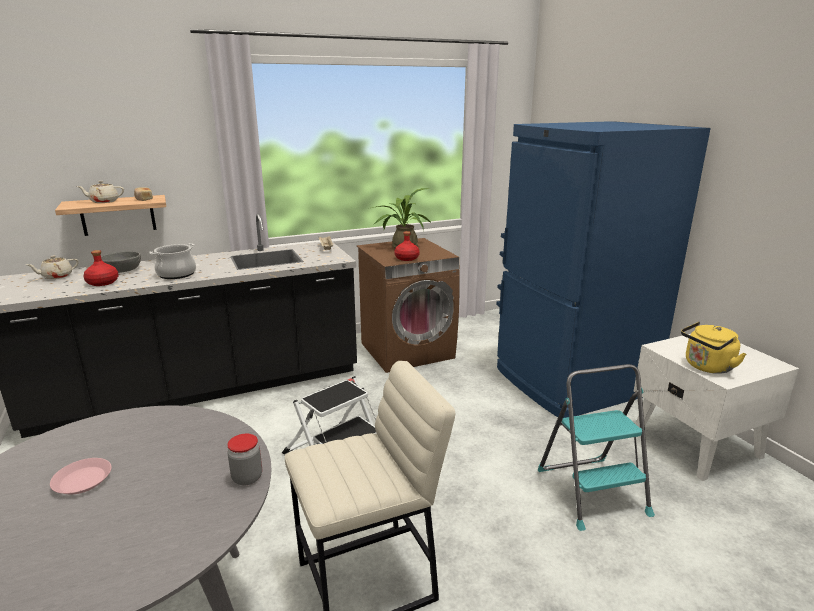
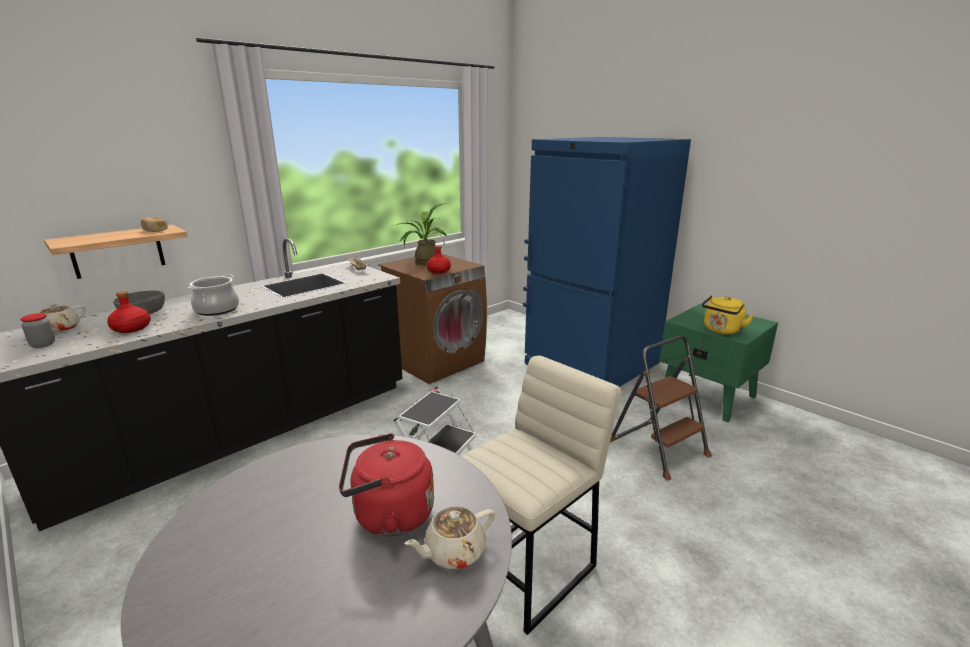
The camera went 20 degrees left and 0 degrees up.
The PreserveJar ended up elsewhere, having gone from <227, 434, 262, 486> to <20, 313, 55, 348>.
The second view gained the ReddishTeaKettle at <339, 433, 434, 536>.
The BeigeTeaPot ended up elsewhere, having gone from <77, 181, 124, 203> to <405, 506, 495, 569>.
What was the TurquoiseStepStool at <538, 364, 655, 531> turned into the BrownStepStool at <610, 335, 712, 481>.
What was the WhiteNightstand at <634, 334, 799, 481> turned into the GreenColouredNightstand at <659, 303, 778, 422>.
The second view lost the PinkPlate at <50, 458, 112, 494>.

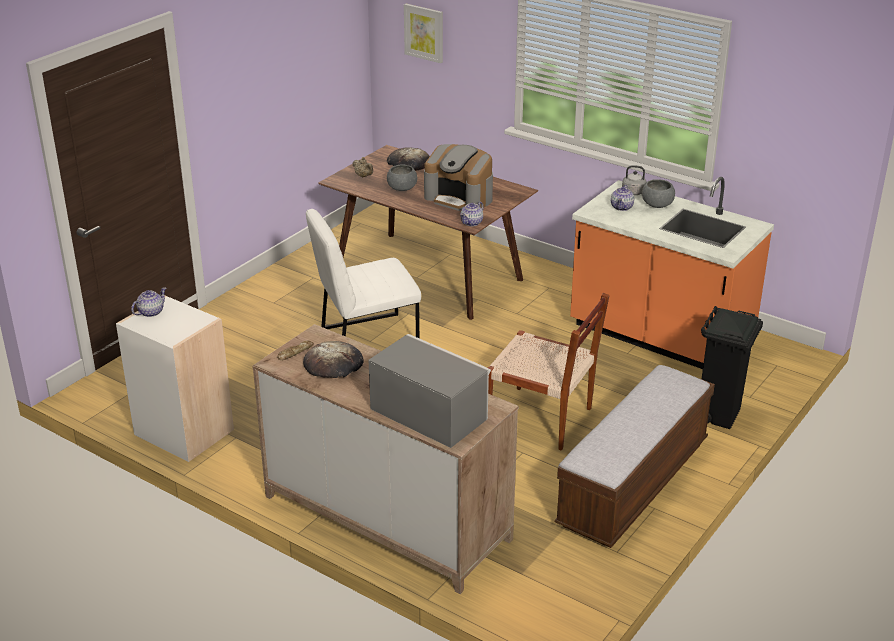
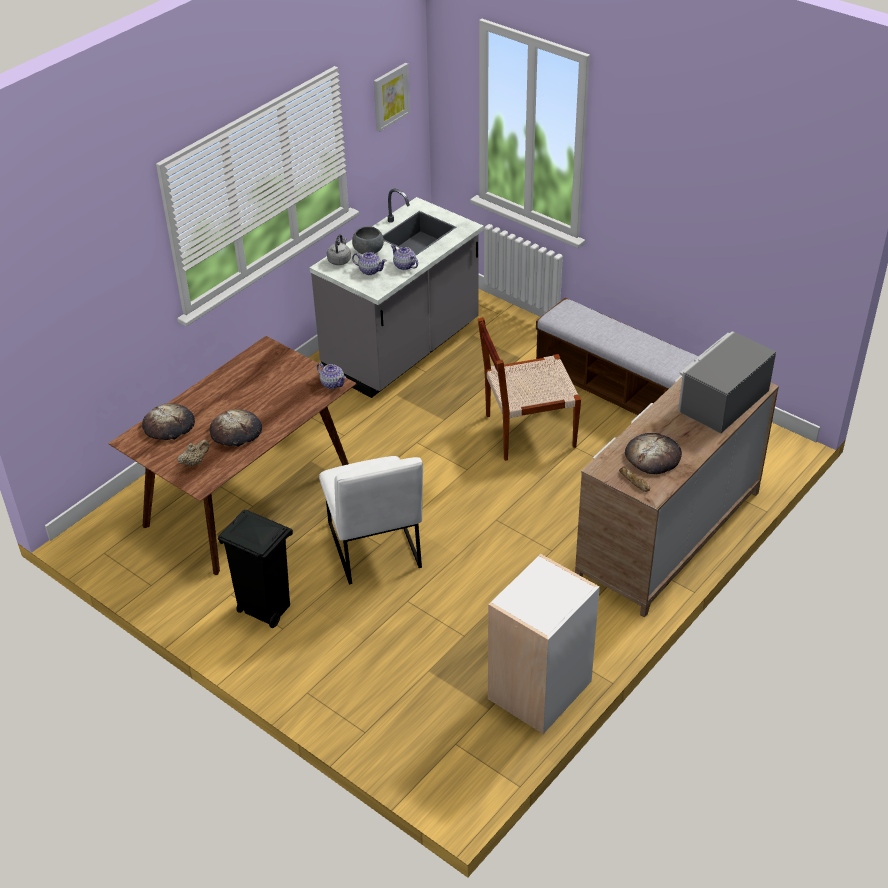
The camera went 85 degrees left and 10 degrees up.
Where the GreyDeepDish stood at <387, 164, 417, 191>, the BakedBread came to stand at <209, 409, 262, 447>.
The BlackishWasteBin ended up elsewhere, having gone from <701, 306, 763, 429> to <218, 510, 293, 628>.
What was the OrangeyCounter at <570, 177, 774, 369> turned into the GreyCounter at <310, 189, 484, 398>.
The Picture ended up elsewhere, having gone from <404, 4, 443, 63> to <374, 63, 410, 132>.
The TeaPot ended up elsewhere, having gone from <131, 287, 166, 317> to <391, 245, 418, 270>.
The UprightChair at <487, 293, 610, 451> ended up facing another way, 135 degrees counterclockwise from before.
The second view lost the CoffeeMachine at <424, 144, 493, 211>.

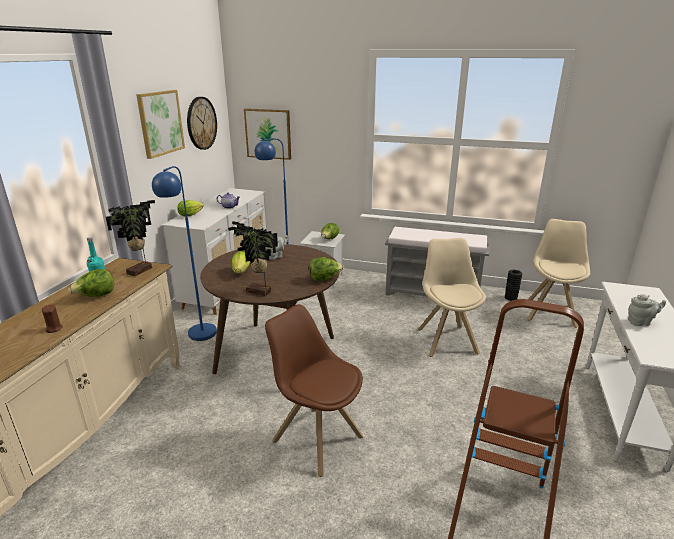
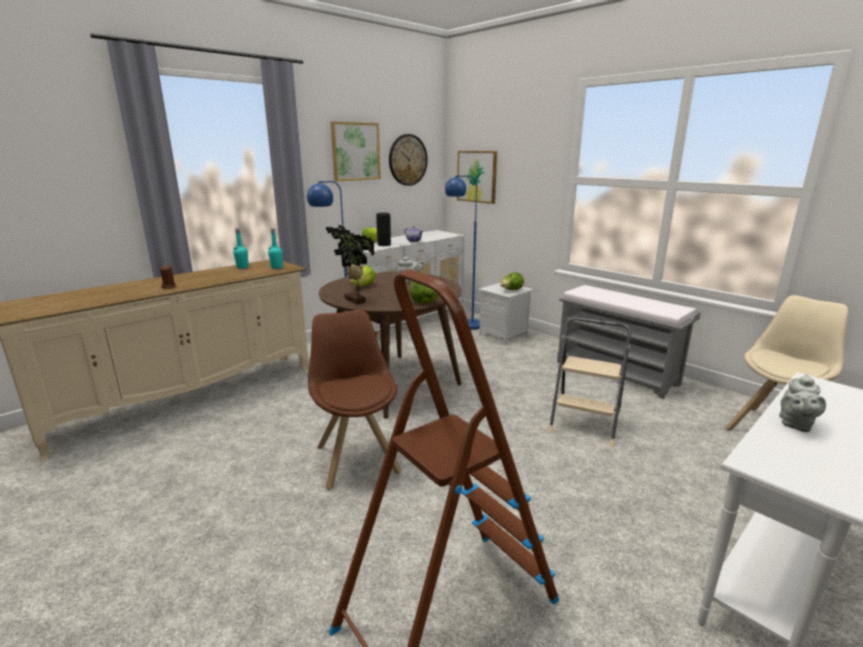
The camera went 30 degrees right and 5 degrees down.
Where the PottedPlant stood at <106, 200, 155, 276>, the TurquoiseDrinkBottle came to stand at <268, 228, 283, 269>.
The BlackishDecorativeVase ended up elsewhere, having gone from <505, 270, 522, 301> to <376, 213, 391, 246>.
Where the BeigeUprightChair stood at <418, 238, 486, 357>, the BeigeStepStool came to stand at <547, 317, 631, 447>.
The GreyTeaPot at <628, 294, 666, 326> ended up facing another way, 90 degrees clockwise from before.
The second view lost the LettuceHead at <68, 269, 114, 297>.

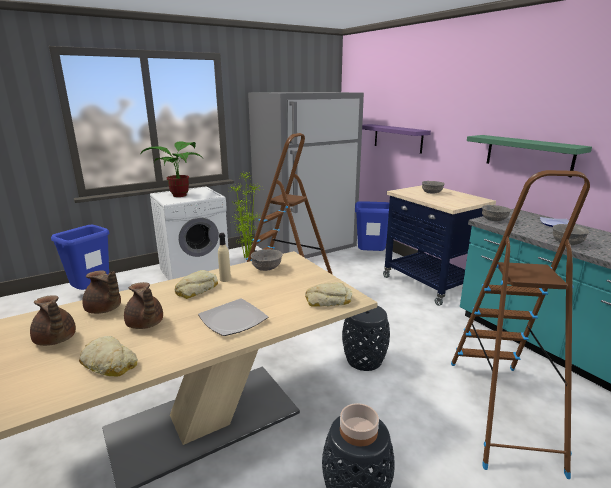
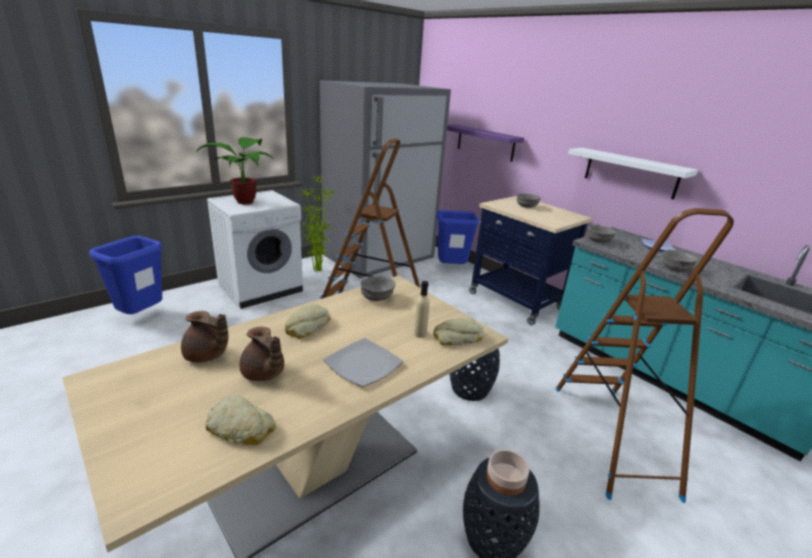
The camera went 10 degrees left and 5 degrees up.
The BeigeDrinkBottle ended up elsewhere, having gone from <218, 233, 231, 282> to <414, 281, 430, 338>.
What was the GreenColouredShelf at <467, 135, 592, 177> turned into the WhiteShelf at <568, 148, 698, 199>.
The second view lost the BrownTeaPot at <30, 295, 76, 346>.

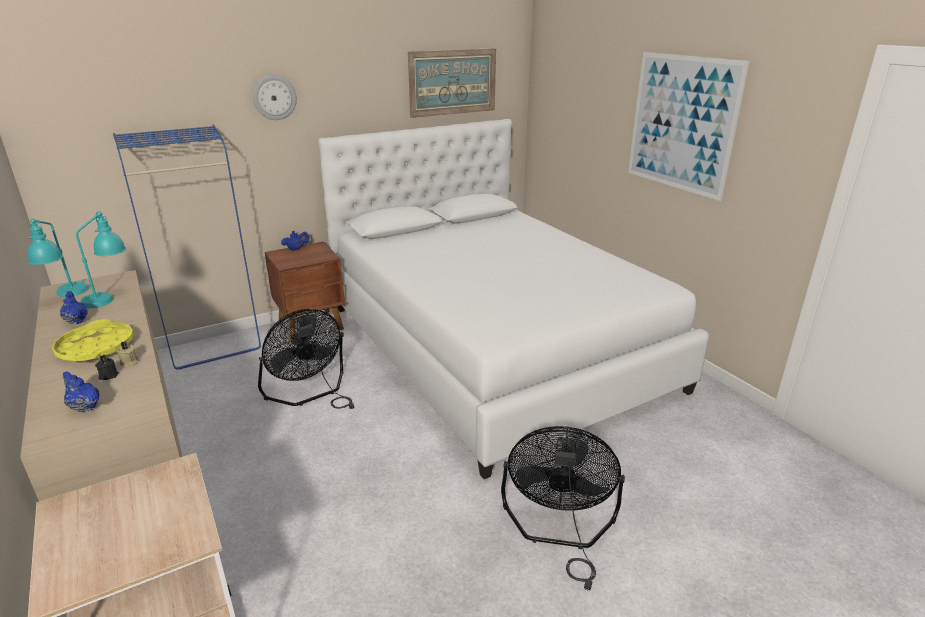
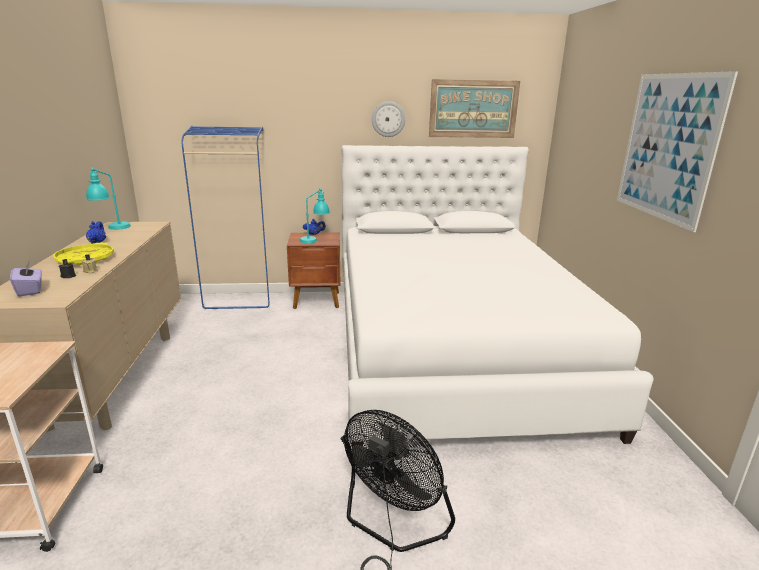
The camera went 25 degrees right and 5 degrees down.
Where the BluishTeaPot stood at <63, 371, 100, 412>, the PurpleColouredBoxOfTissues came to stand at <10, 263, 42, 297>.
The TurquoiseTabletopLamp ended up elsewhere, having gone from <76, 211, 126, 308> to <300, 189, 330, 243>.
The HangingClock ended up elsewhere, having gone from <253, 75, 297, 120> to <372, 101, 406, 137>.
The second view lost the BlackishElectricFan at <258, 309, 354, 409>.

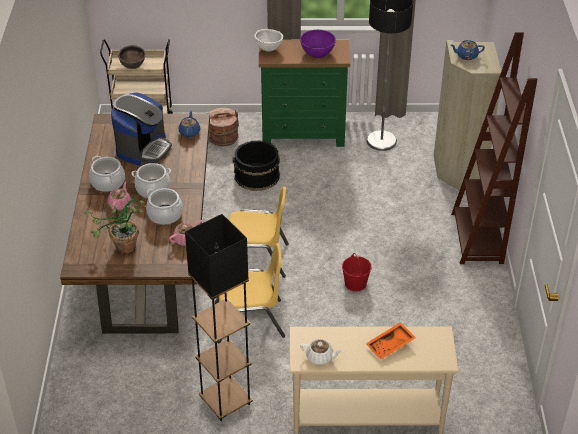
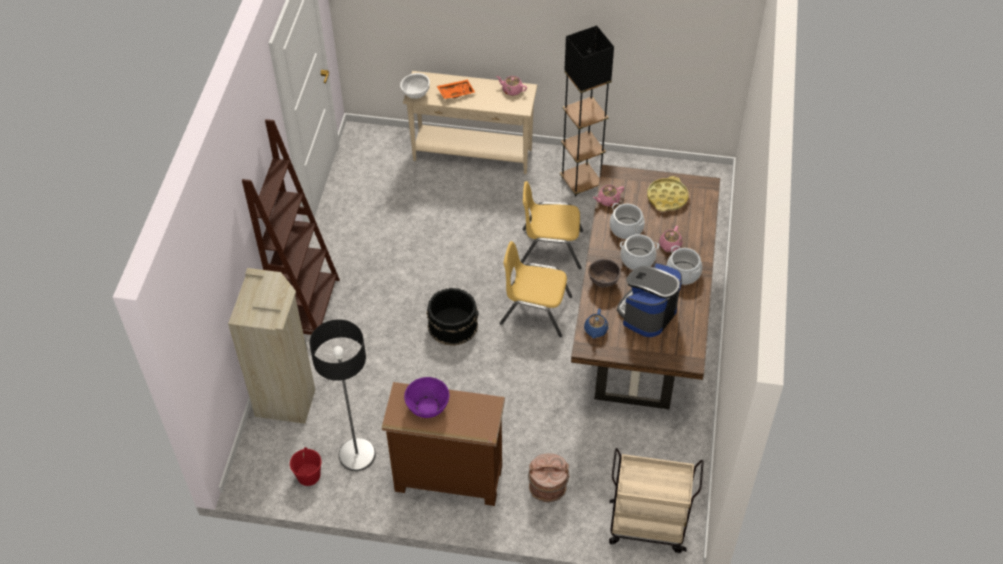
The camera went 170 degrees left and 10 degrees up.
The ReddishBucket ended up elsewhere, having gone from <342, 253, 372, 291> to <290, 447, 321, 486>.
What was the GreenColouredDresser at <258, 39, 351, 147> turned into the BrownDresser at <382, 382, 505, 506>.
The WhiteDeepDish ended up elsewhere, having gone from <255, 29, 283, 52> to <400, 73, 430, 99>.
The BlackishBucket ended up elsewhere, having gone from <233, 141, 280, 191> to <427, 288, 479, 346>.
What was the WhiteTeaPot at <300, 339, 343, 365> turned into the PinkTeaPot at <496, 76, 527, 96>.
The BrownDeepDish ended up elsewhere, having gone from <118, 45, 146, 69> to <588, 259, 621, 288>.
Where the PottedPlant stood at <84, 197, 147, 253>, the YellowColouredServingTray came to stand at <647, 176, 689, 212>.
The second view lost the BluishTeaPot at <451, 40, 485, 60>.

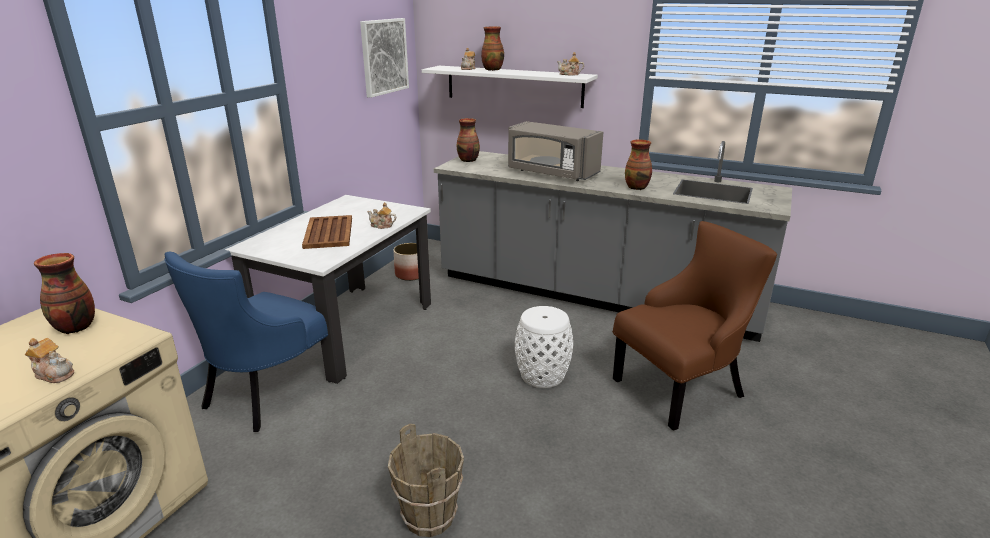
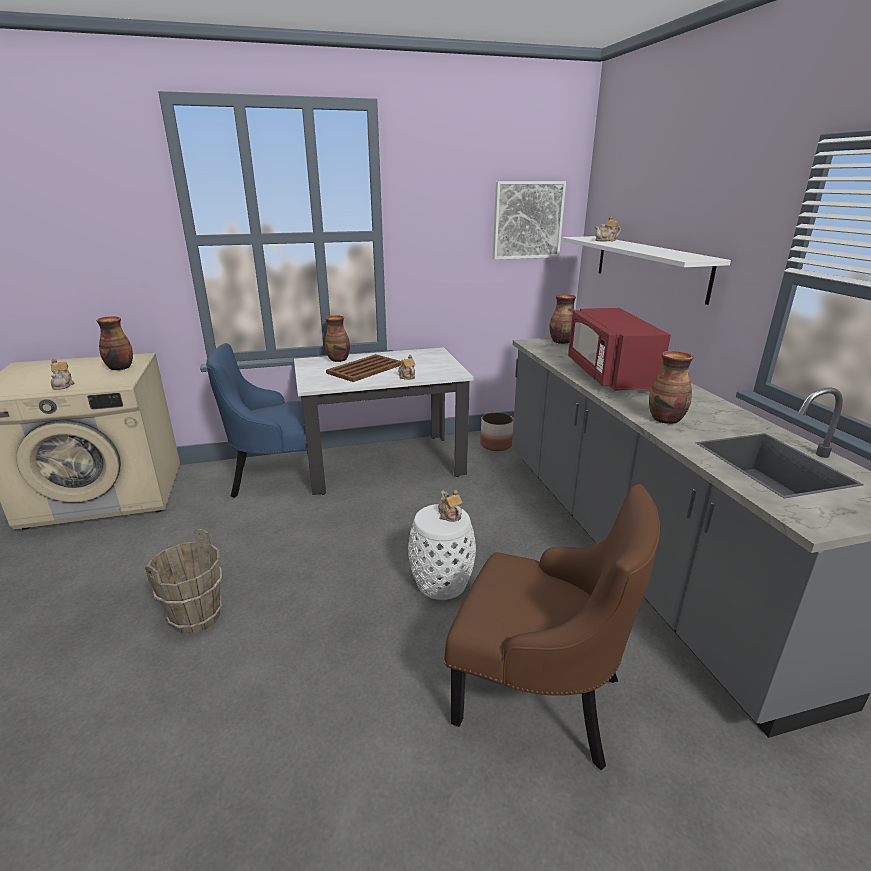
The camera went 50 degrees right and 0 degrees up.
The DecorativeVase ended up elsewhere, having gone from <481, 26, 504, 71> to <325, 315, 350, 362>.
The TeaPot ended up elsewhere, having gone from <557, 52, 584, 76> to <438, 490, 463, 522>.
What was the GreyMicrowave at <508, 121, 603, 181> turned into the ReddishMicrowave at <568, 308, 671, 391>.

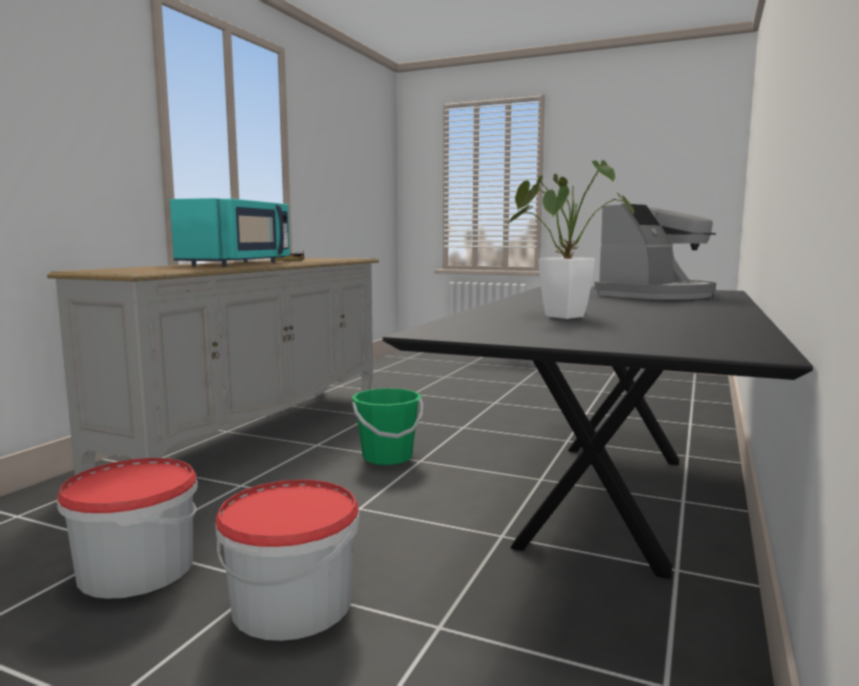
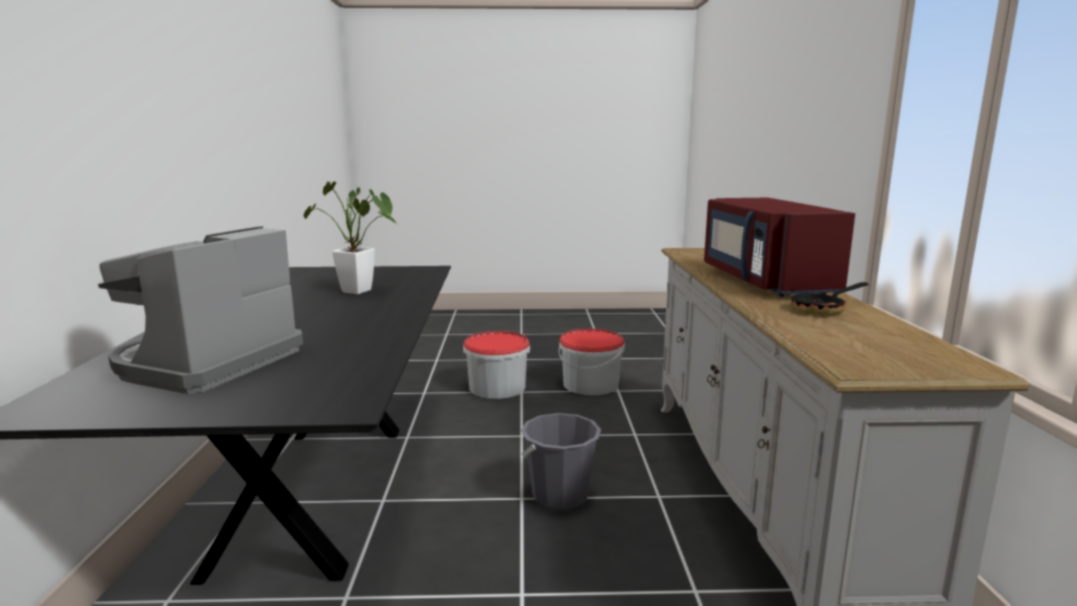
The camera went 155 degrees right and 5 degrees up.
What was the GreenColouredBucket at <352, 388, 423, 465> turned into the GreyBucket at <521, 413, 601, 509>.
What was the TurquoiseMicrowave at <170, 198, 290, 266> turned into the ReddishMicrowave at <704, 198, 855, 297>.

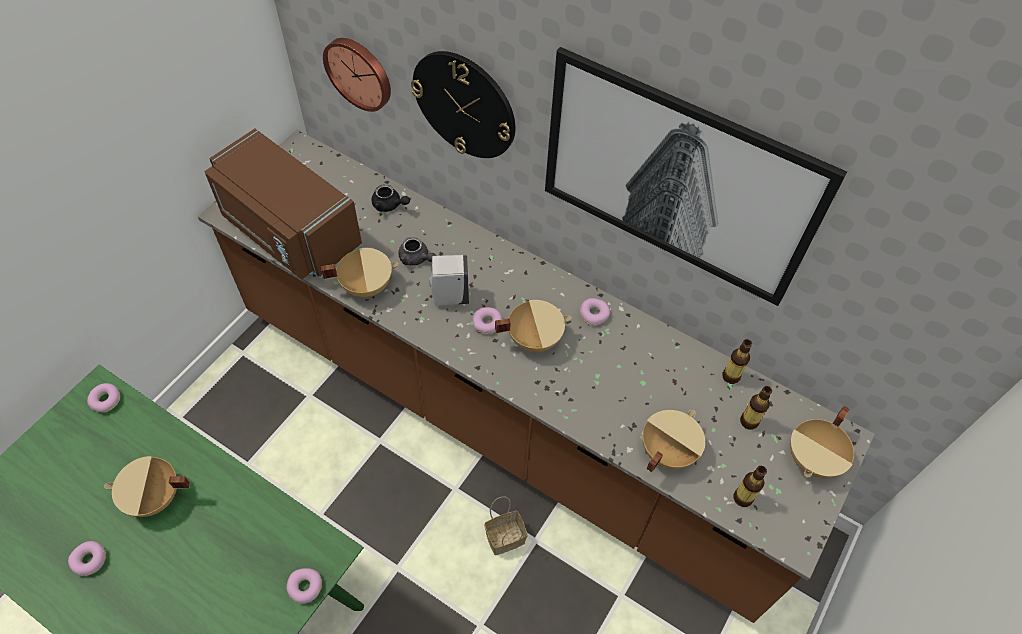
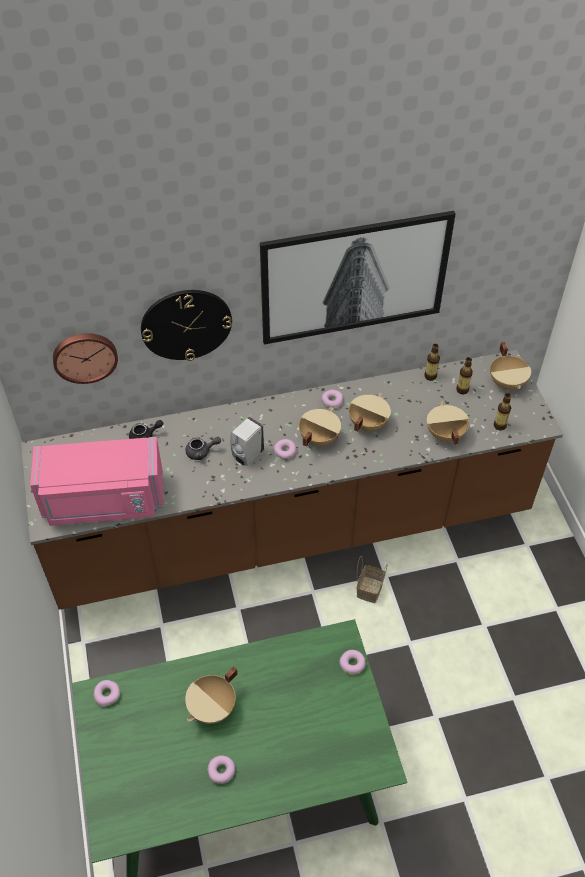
The camera went 45 degrees left and 5 degrees down.
What was the BrownMicrowave at <205, 128, 362, 280> turned into the PinkMicrowave at <30, 437, 164, 526>.
The BeigeStockpot ended up elsewhere, having gone from <321, 248, 399, 297> to <349, 393, 391, 432>.

